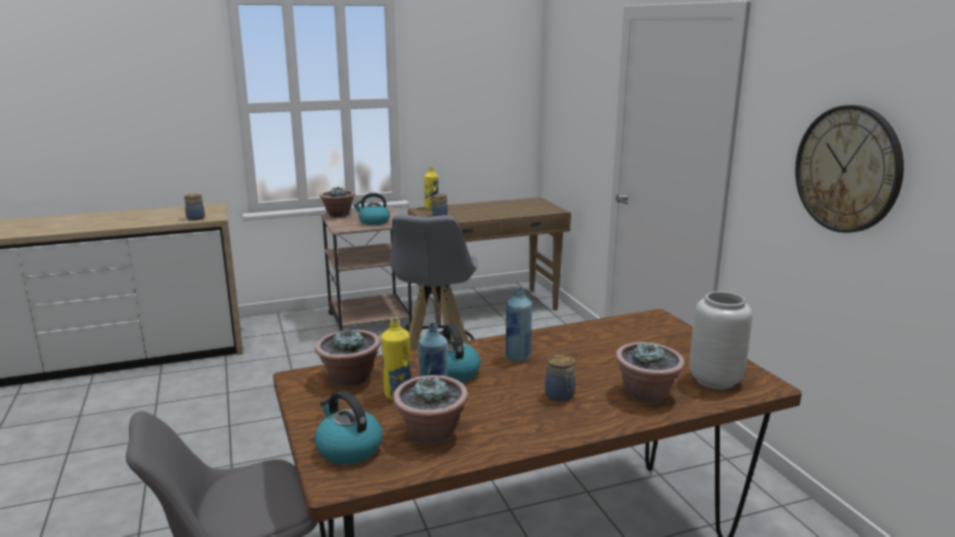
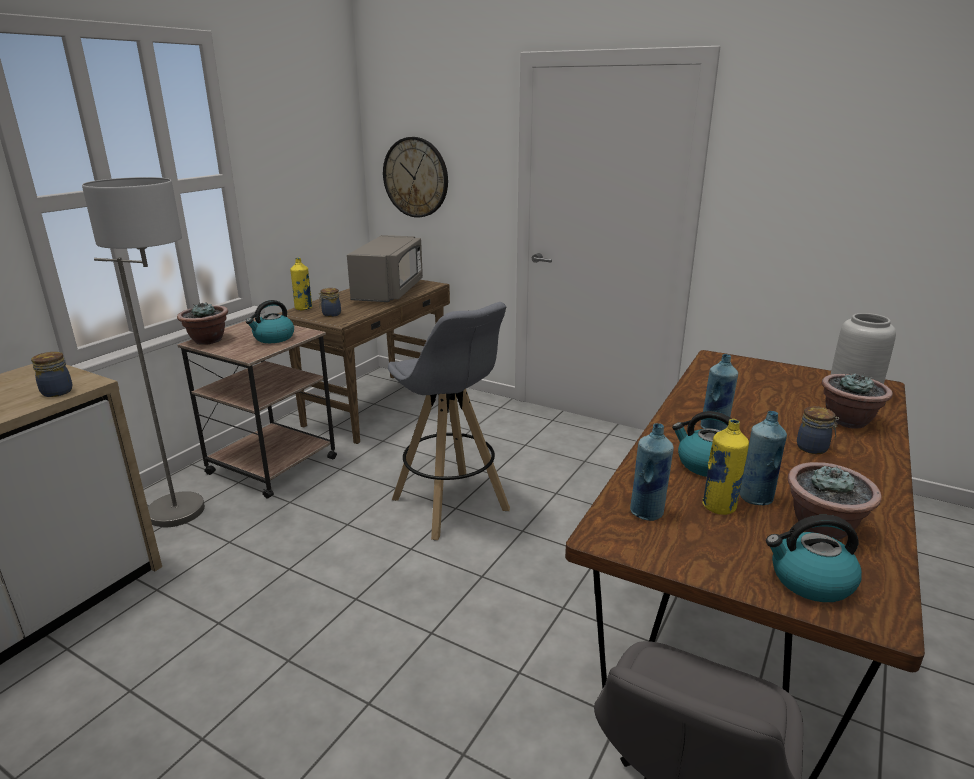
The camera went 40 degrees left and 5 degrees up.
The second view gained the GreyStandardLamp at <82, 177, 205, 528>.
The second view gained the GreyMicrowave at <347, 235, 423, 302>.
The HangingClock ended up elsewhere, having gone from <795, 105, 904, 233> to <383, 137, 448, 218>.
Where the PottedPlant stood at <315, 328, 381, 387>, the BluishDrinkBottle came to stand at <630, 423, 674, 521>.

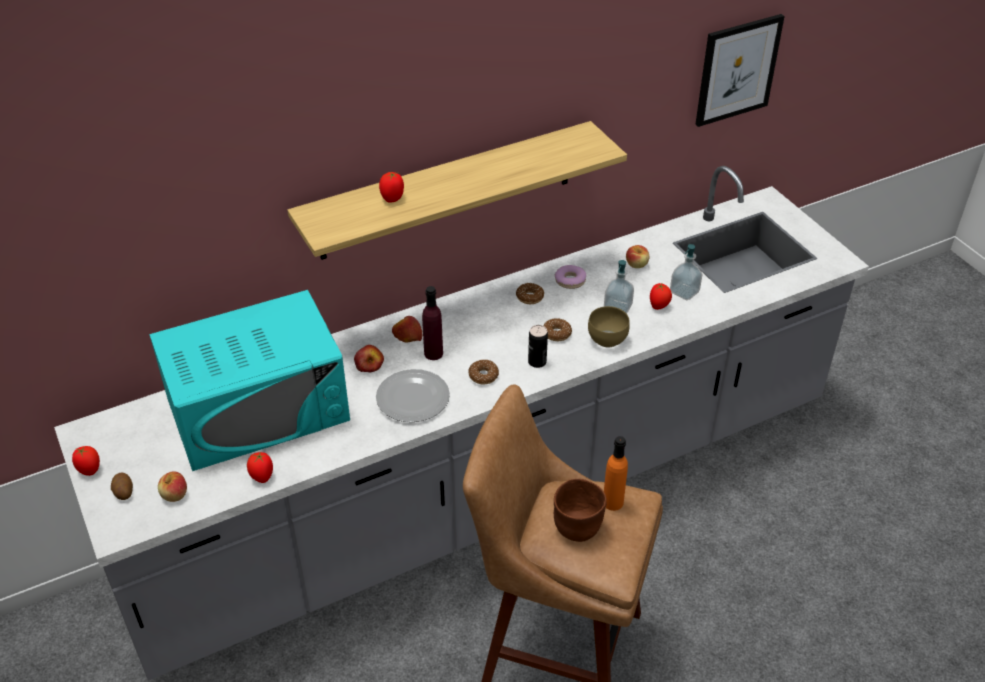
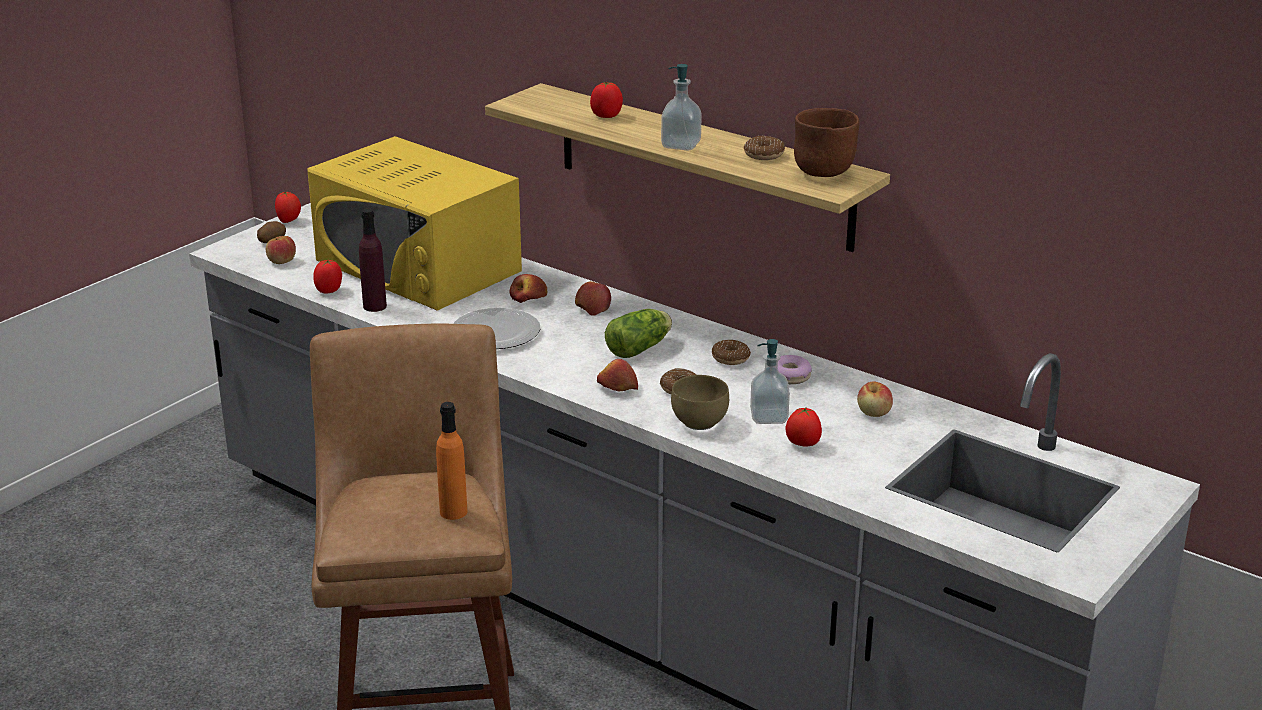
The camera went 65 degrees right and 15 degrees down.
What was the TurquoiseMicrowave at <149, 290, 350, 471> turned into the YellowColouredMicrowave at <307, 136, 522, 311>.
The PurpleColouredDrinkBottle ended up elsewhere, having gone from <422, 286, 443, 360> to <359, 208, 387, 312>.
Where the MetalCan stood at <528, 325, 548, 368>, the Apple came to stand at <597, 359, 638, 391>.
The second view gained the LettuceHead at <605, 309, 672, 358>.
The SoapBottle ended up elsewhere, having gone from <670, 244, 702, 300> to <661, 64, 702, 151>.
The RingDoughnut ended up elsewhere, having gone from <468, 360, 499, 384> to <744, 136, 785, 160>.
The BrownDeepDish ended up elsewhere, having gone from <554, 479, 607, 542> to <794, 108, 859, 177>.
The second view lost the Picture at <695, 14, 785, 127>.

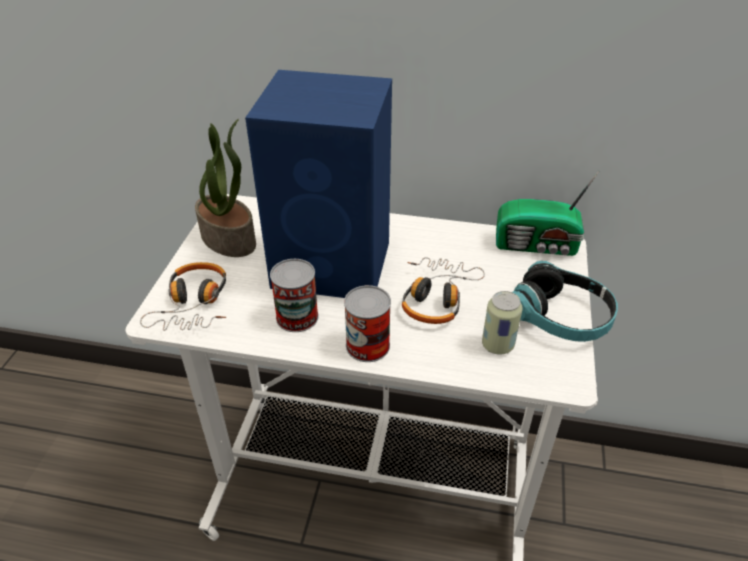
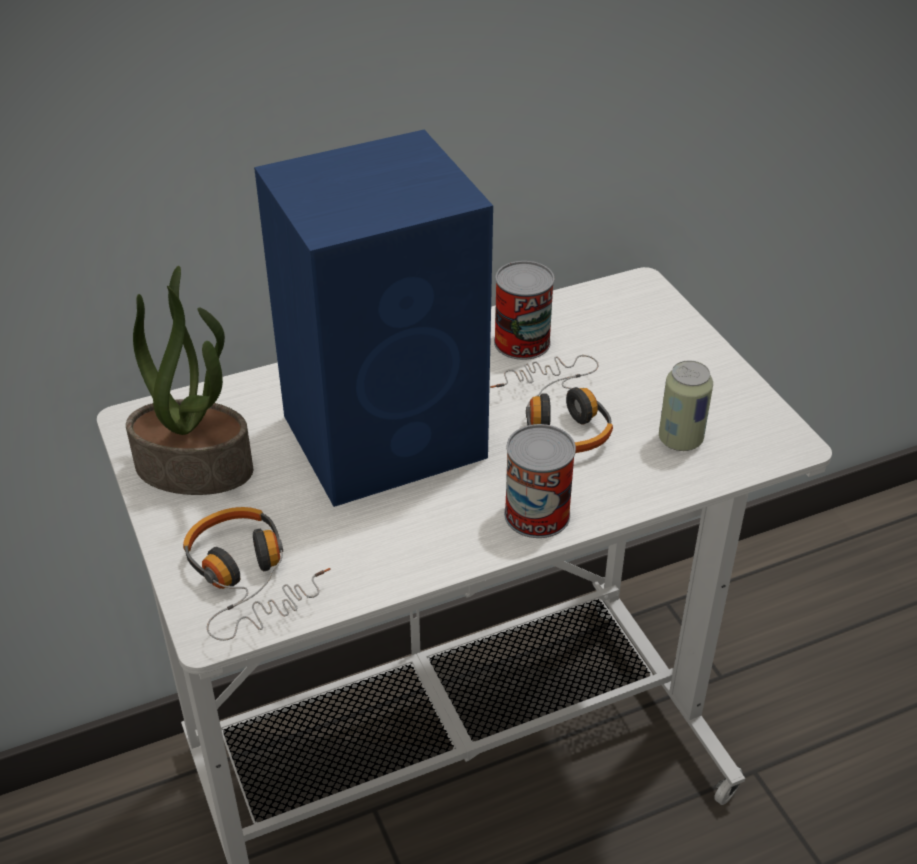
The camera went 35 degrees left and 0 degrees up.
The MetalCan ended up elsewhere, having gone from <270, 259, 319, 332> to <494, 261, 554, 360>.
The second view lost the RadioReceiver at <496, 171, 599, 256>.
The second view lost the Headphones at <512, 261, 618, 342>.

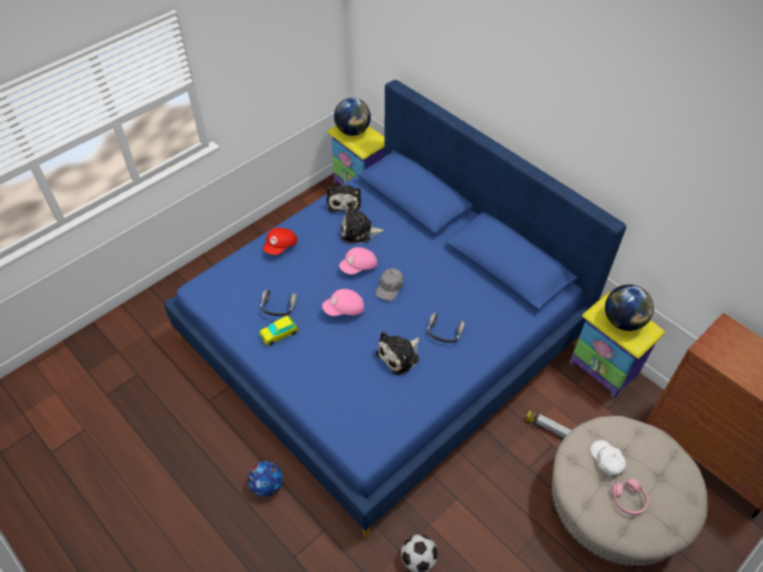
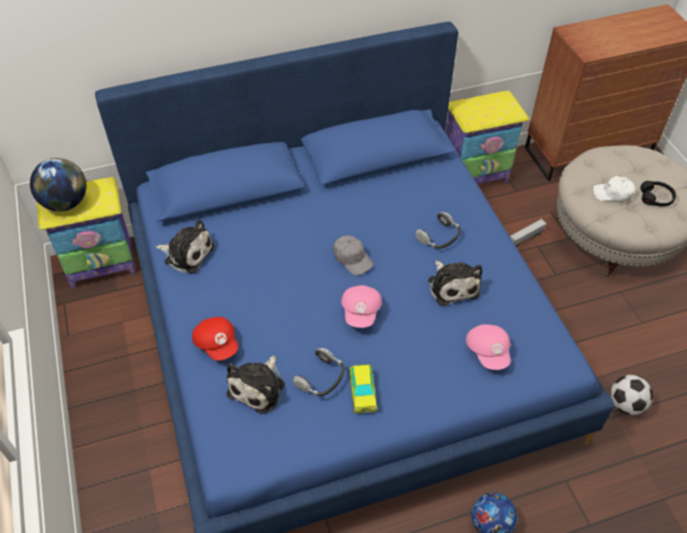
The camera went 65 degrees left and 0 degrees up.
The PlushToy ended up elsewhere, having gone from <341, 202, 385, 244> to <227, 355, 285, 414>.
The PinkPeakedCap ended up elsewhere, having gone from <339, 247, 377, 275> to <466, 324, 511, 370>.
What was the PinkHeadphones at <612, 479, 648, 515> turned into the BlackishHeadphones at <640, 181, 676, 207>.
The second view lost the WorldGlobe at <605, 285, 654, 331>.

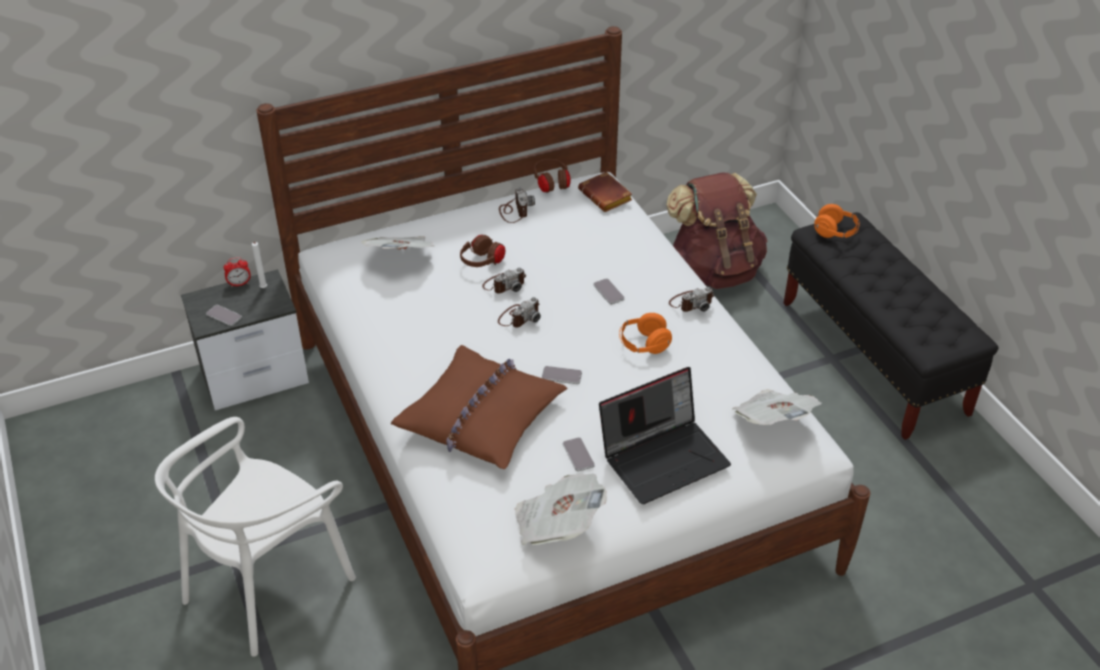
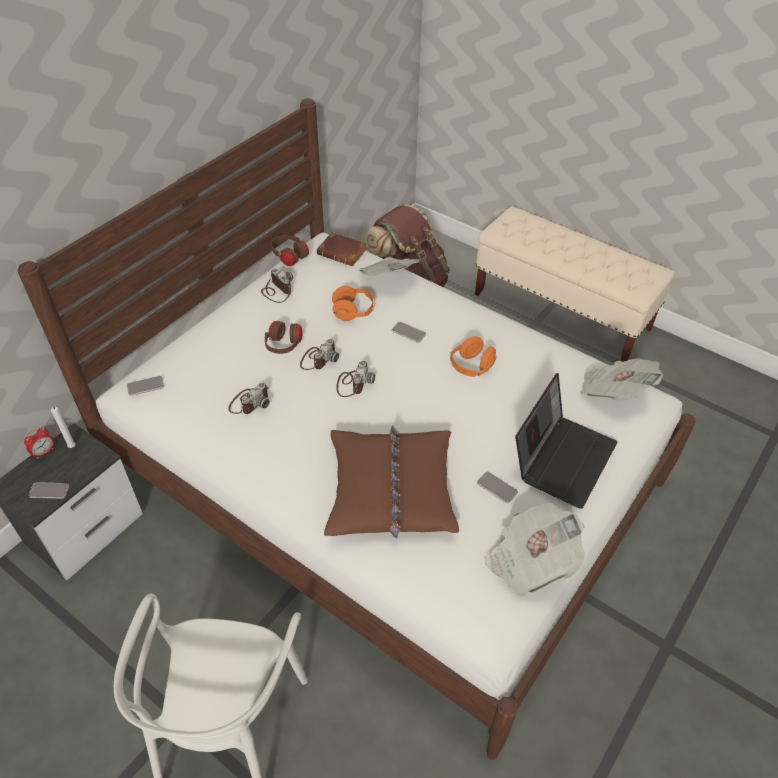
The camera went 30 degrees left and 5 degrees up.
The Handset ended up elsewhere, having gone from <542, 366, 582, 384> to <127, 376, 164, 396>.
The StillCamera ended up elsewhere, having gone from <669, 287, 714, 312> to <228, 383, 270, 414>.
The OrangeyHeadphones ended up elsewhere, having gone from <814, 204, 860, 238> to <332, 286, 375, 321>.
The DailyPaper ended up elsewhere, having gone from <362, 236, 434, 250> to <359, 257, 420, 276>.
What was the BlackishIndoorBench at <783, 212, 998, 440> turned into the BeigeIndoorBench at <475, 206, 675, 362>.

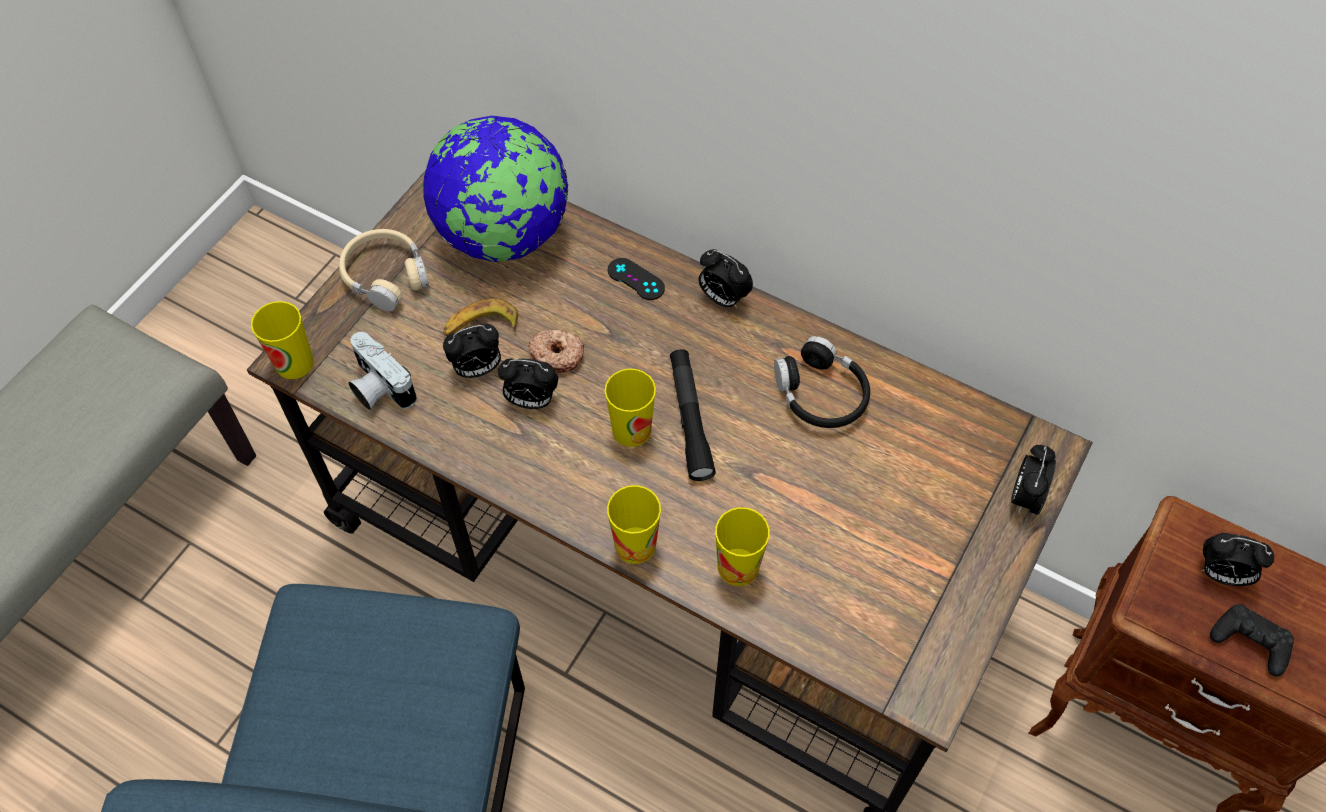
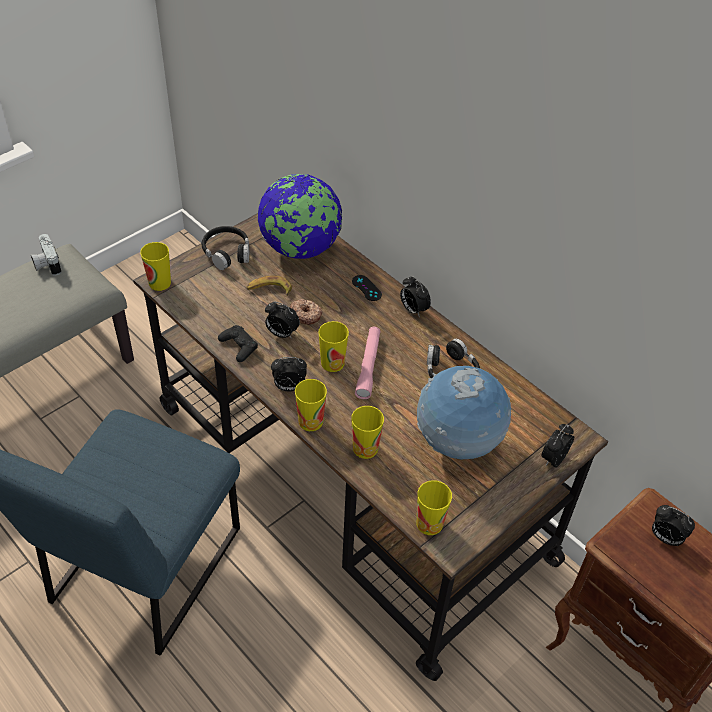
The camera went 15 degrees right and 10 degrees down.
The StillCamera ended up elsewhere, having gone from <348, 332, 417, 411> to <31, 234, 61, 275>.
What was the BeigeHeadphones at <339, 229, 429, 311> turned into the BlackishHeadphones at <202, 226, 249, 270>.
The BlackishGamepad ended up elsewhere, having gone from <1210, 604, 1294, 677> to <218, 325, 258, 362>.
The AlarmClock ended up elsewhere, having gone from <443, 324, 501, 378> to <271, 357, 307, 391>.
What was the BlackishFlashlight at <670, 349, 716, 481> turned into the PinkFlashlight at <355, 327, 381, 399>.
The second view gained the WorldGlobe at <417, 366, 511, 459>.
The second view gained the SmallCup at <417, 480, 452, 535>.

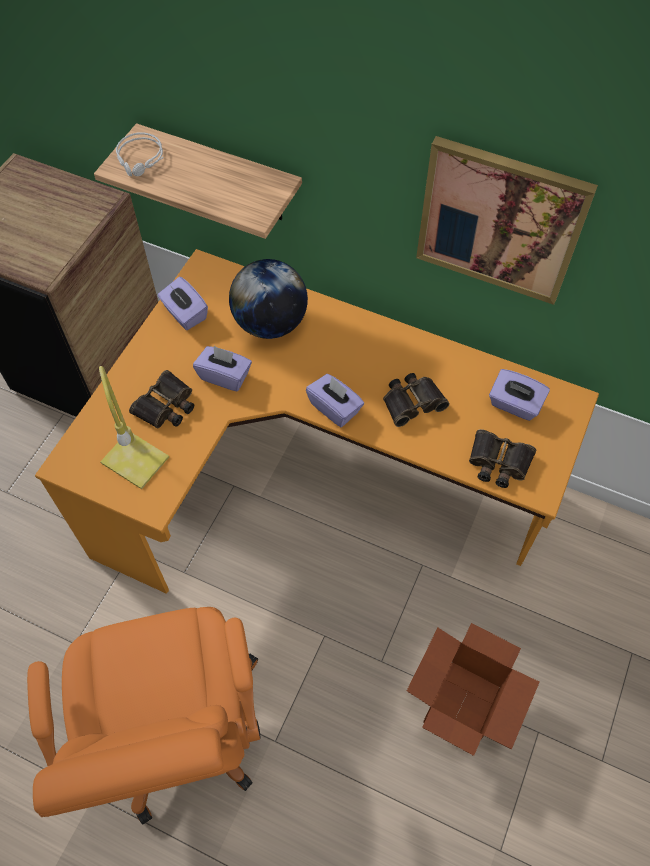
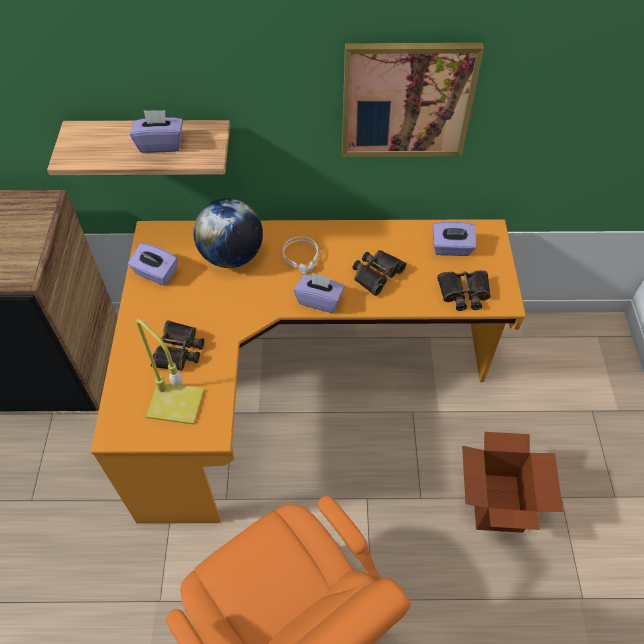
The camera went 25 degrees left and 5 degrees down.
The PurpleColouredBoxOfTissues ended up elsewhere, having gone from <193, 346, 252, 391> to <130, 110, 183, 153>.
The GreyHeadphones ended up elsewhere, having gone from <116, 132, 164, 176> to <282, 236, 322, 273>.

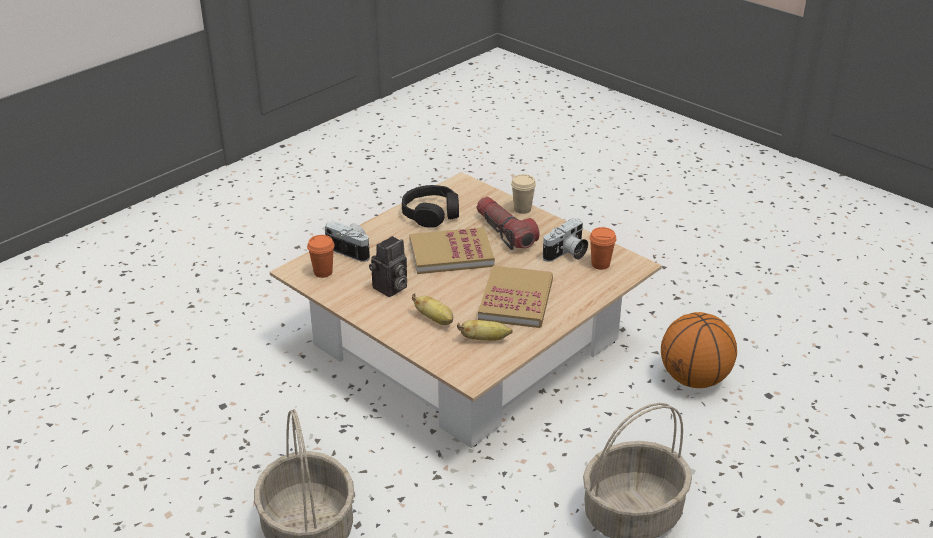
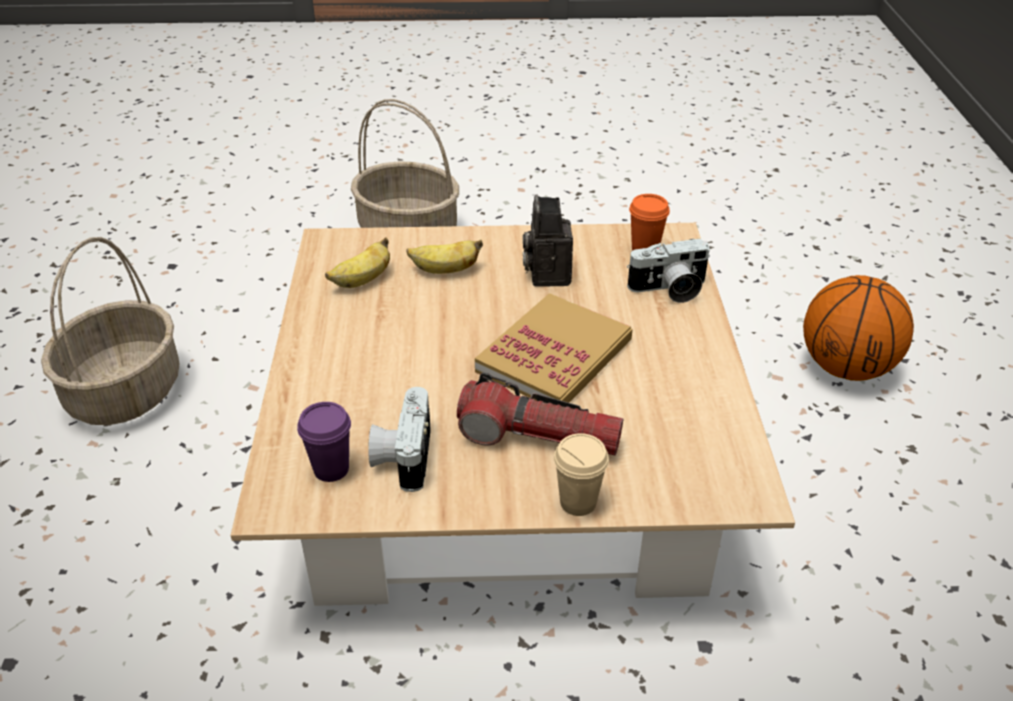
The camera went 135 degrees right and 5 degrees up.
What was the OrangeySmallCup at <589, 227, 617, 270> turned into the PurpleColouredSmallCup at <297, 402, 351, 482>.
The BallForBasketball ended up elsewhere, having gone from <661, 312, 737, 388> to <803, 275, 914, 381>.
The second view lost the BlackishHeadphones at <402, 185, 459, 228>.
The second view lost the BoundBook at <478, 265, 553, 328>.

